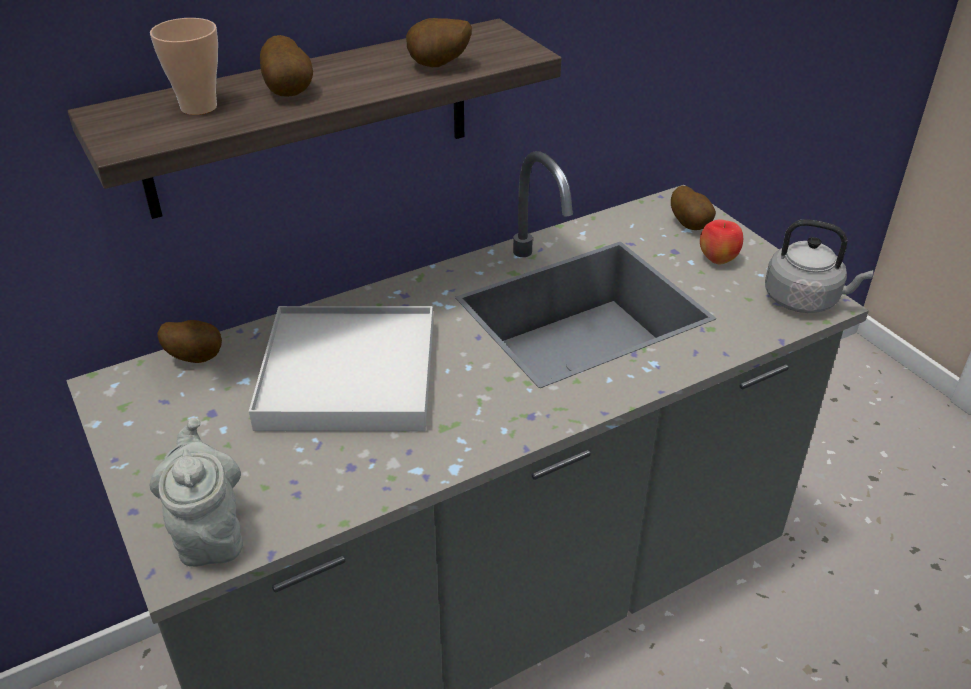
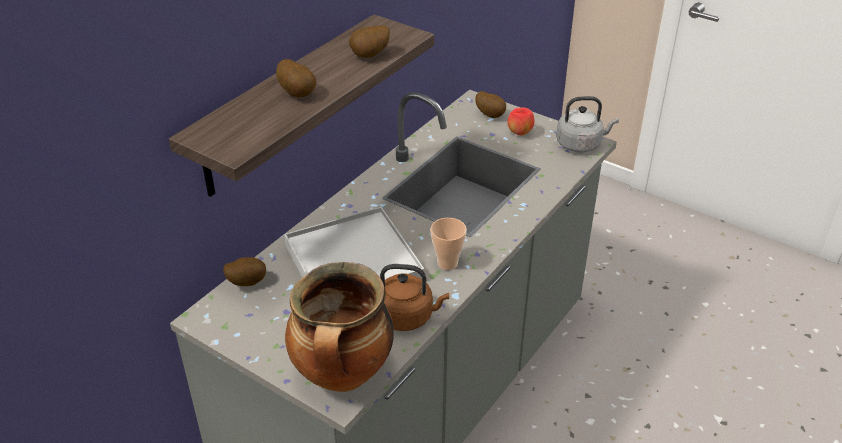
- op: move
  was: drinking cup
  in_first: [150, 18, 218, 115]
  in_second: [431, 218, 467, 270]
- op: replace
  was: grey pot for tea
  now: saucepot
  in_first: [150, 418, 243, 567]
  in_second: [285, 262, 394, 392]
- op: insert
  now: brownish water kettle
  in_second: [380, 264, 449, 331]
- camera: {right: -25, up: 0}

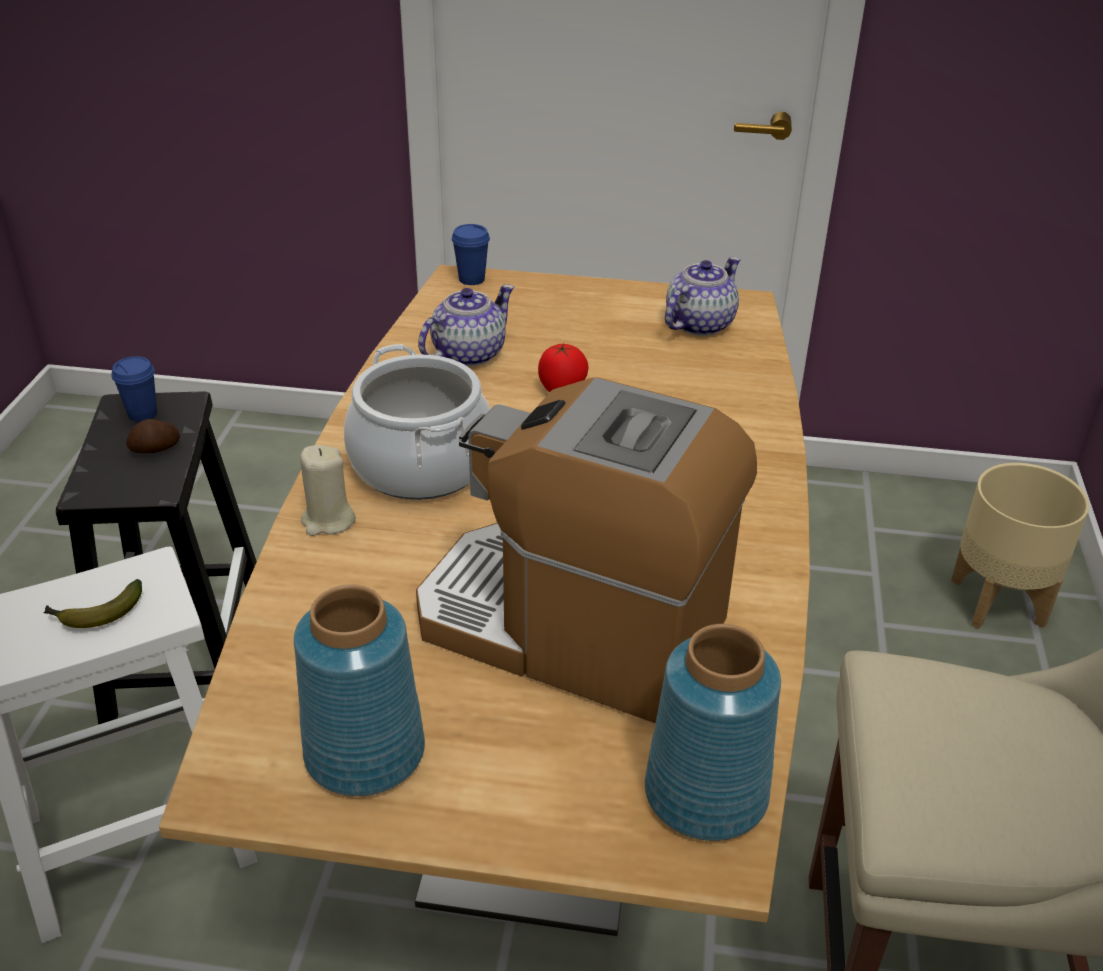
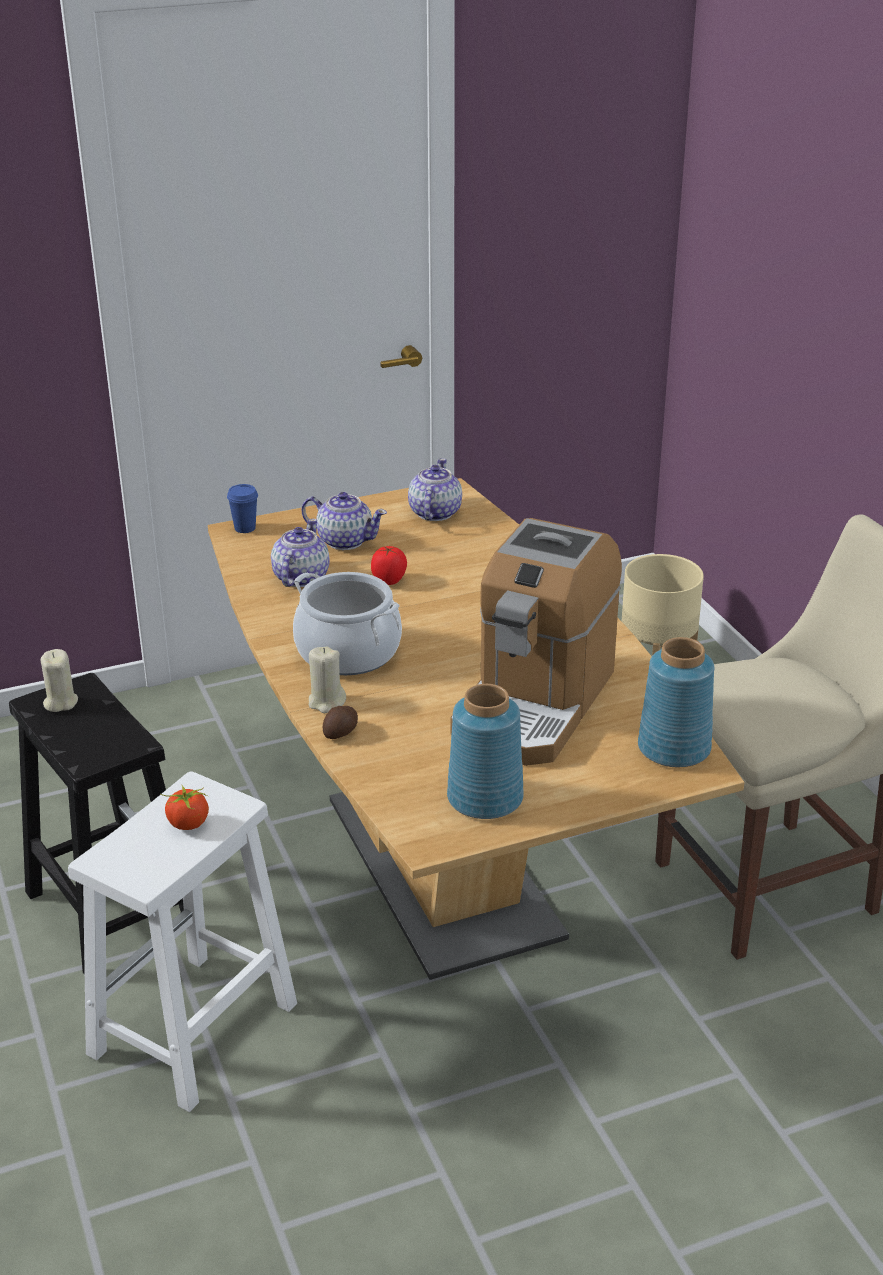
- op: replace
  was: blue drinking cup
  now: beige wax light
  in_first: [111, 356, 157, 422]
  in_second: [40, 649, 78, 712]
- op: rotate
  was: coffee maker
  in_first: [416, 377, 757, 724]
  in_second: [450, 518, 622, 766]
  clockwise: -60
- op: move
  was: potato
  in_first: [126, 419, 180, 453]
  in_second: [323, 706, 358, 739]
- op: replace
  was: whole banana
  now: whole tomato
  in_first: [43, 579, 142, 628]
  in_second: [161, 785, 209, 830]
- op: insert
  now: pot for tea
  in_second: [301, 492, 387, 550]
- camera: {right: -30, up: -5}

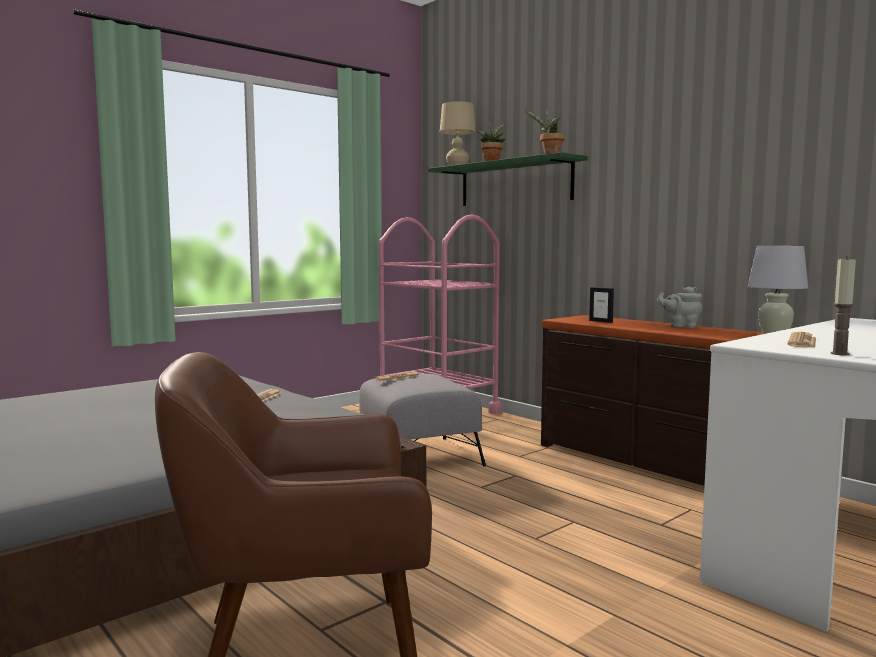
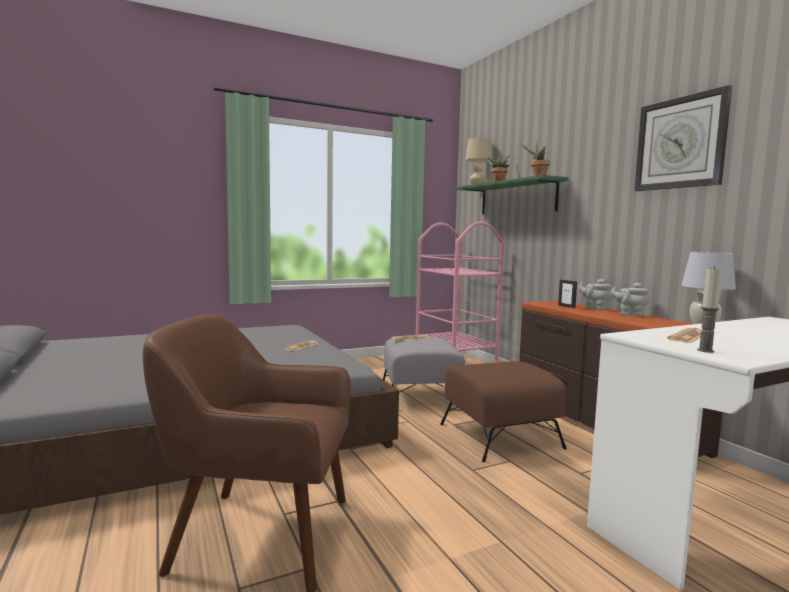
- op: insert
  now: wall clock
  in_second: [634, 85, 732, 191]
- op: insert
  now: grey pot for tea
  in_second: [578, 279, 611, 310]
- op: insert
  now: brownish pouffe
  in_second: [440, 361, 567, 462]
- camera: {right: 15, up: 0}

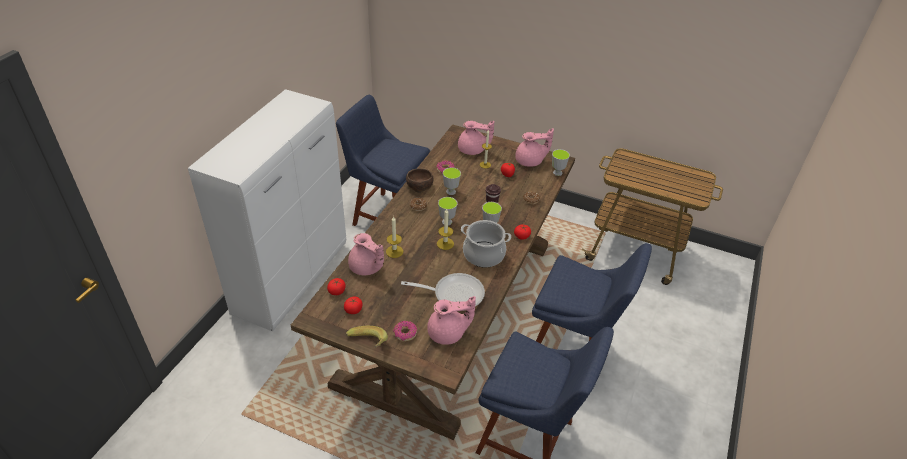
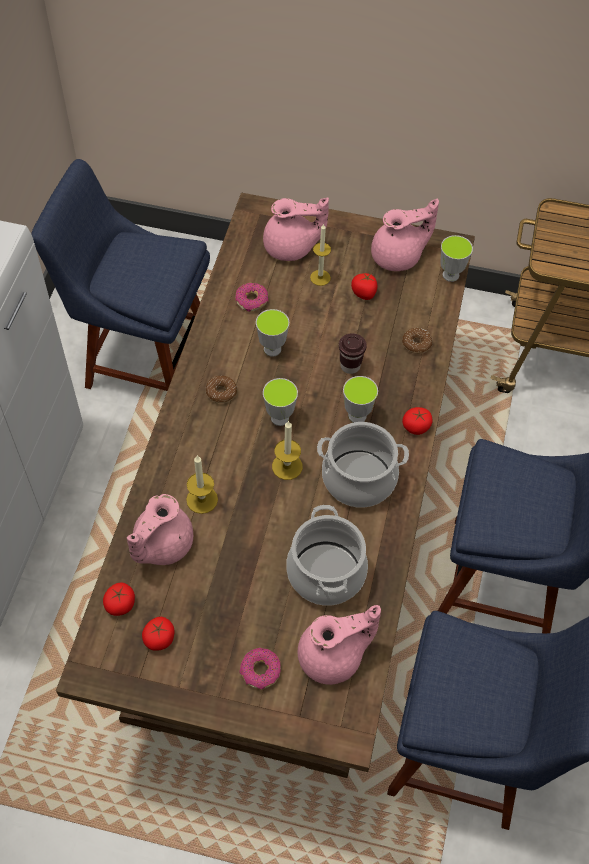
- op: delete
  was: brownish bowl
  in_first: [406, 168, 434, 193]
- op: rotate
  was: pink-coloured pot for tea
  in_first: [348, 233, 384, 275]
  in_second: [127, 494, 193, 565]
  clockwise: 90
- op: replace
  was: pan
  now: saucepot
  in_first: [401, 273, 485, 311]
  in_second: [286, 505, 368, 606]
- op: delete
  was: whole banana
  in_first: [346, 326, 388, 348]
- camera: {right: -10, up: 15}

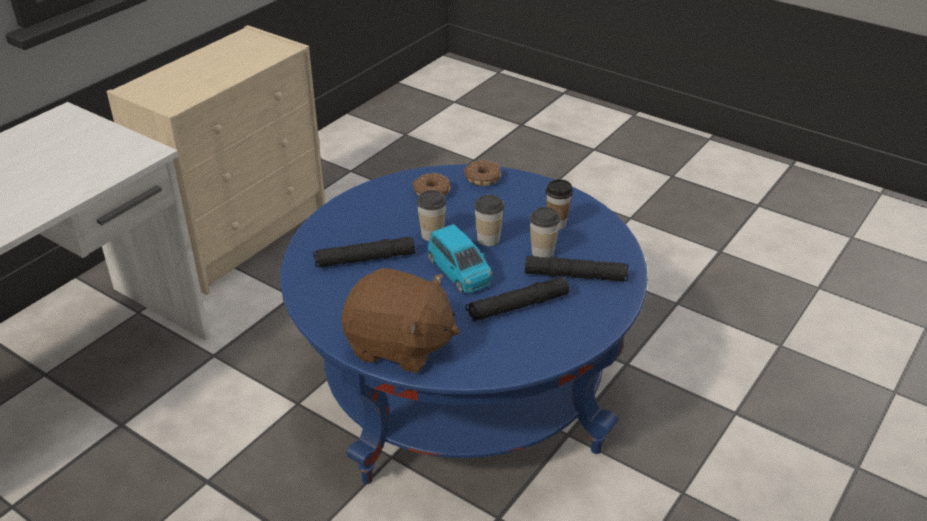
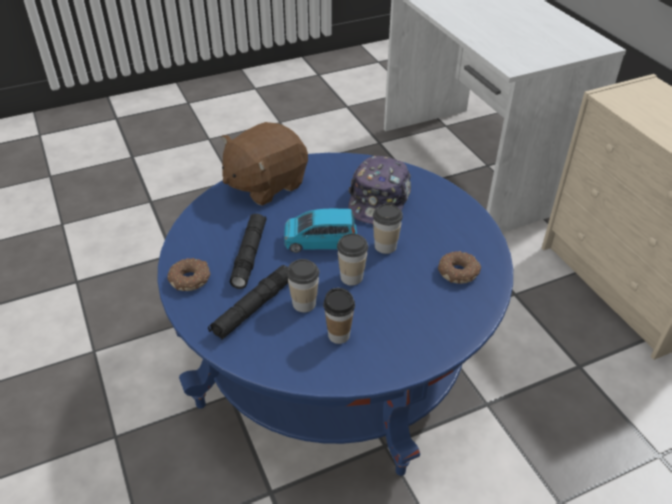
- op: move
  was: ring doughnut
  in_first: [464, 160, 502, 186]
  in_second: [167, 258, 210, 291]
- op: replace
  was: black torch
  now: baseball cap
  in_first: [313, 237, 415, 267]
  in_second: [348, 156, 411, 224]
- camera: {right: 120, up: 5}

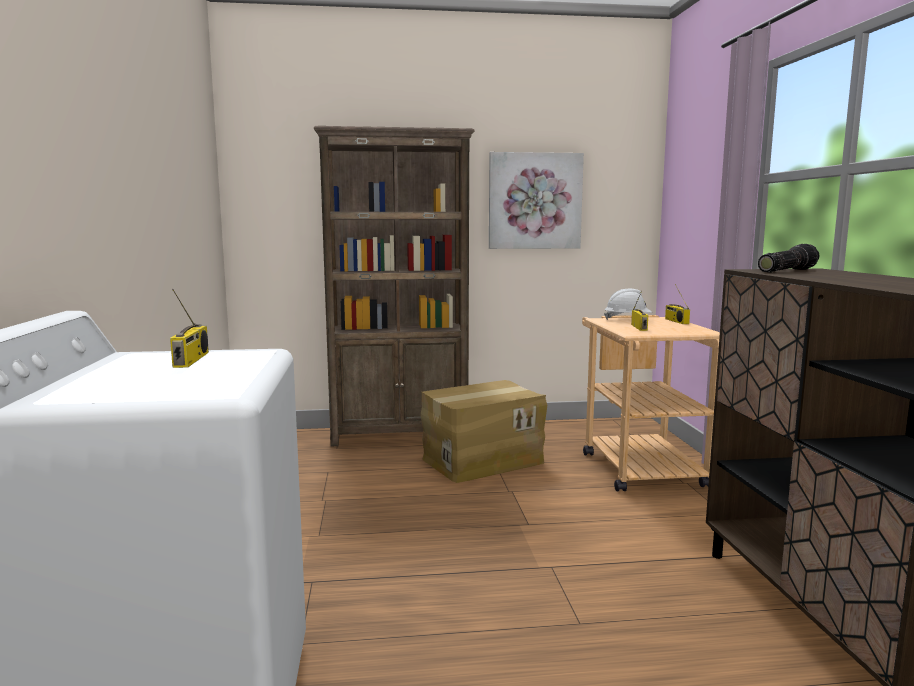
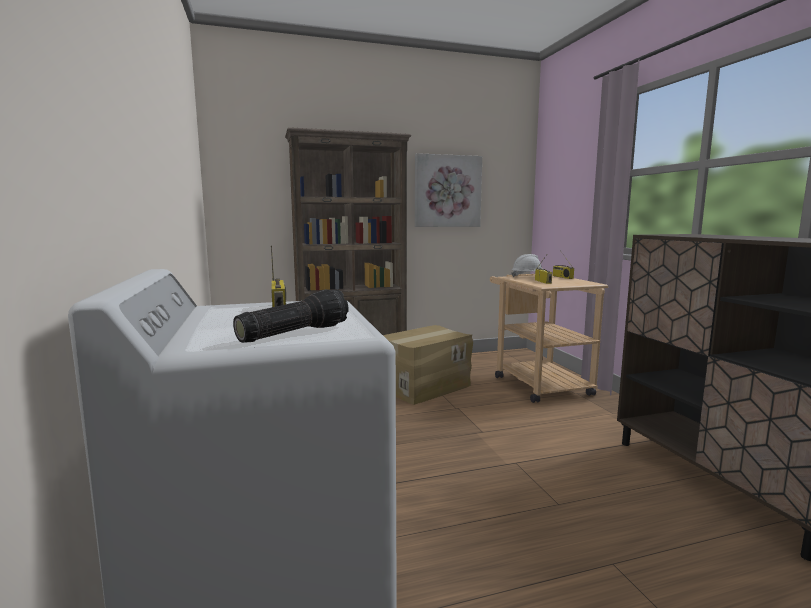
- op: move
  was: torch
  in_first: [758, 244, 819, 273]
  in_second: [233, 289, 349, 343]
- camera: {right: -10, up: 0}

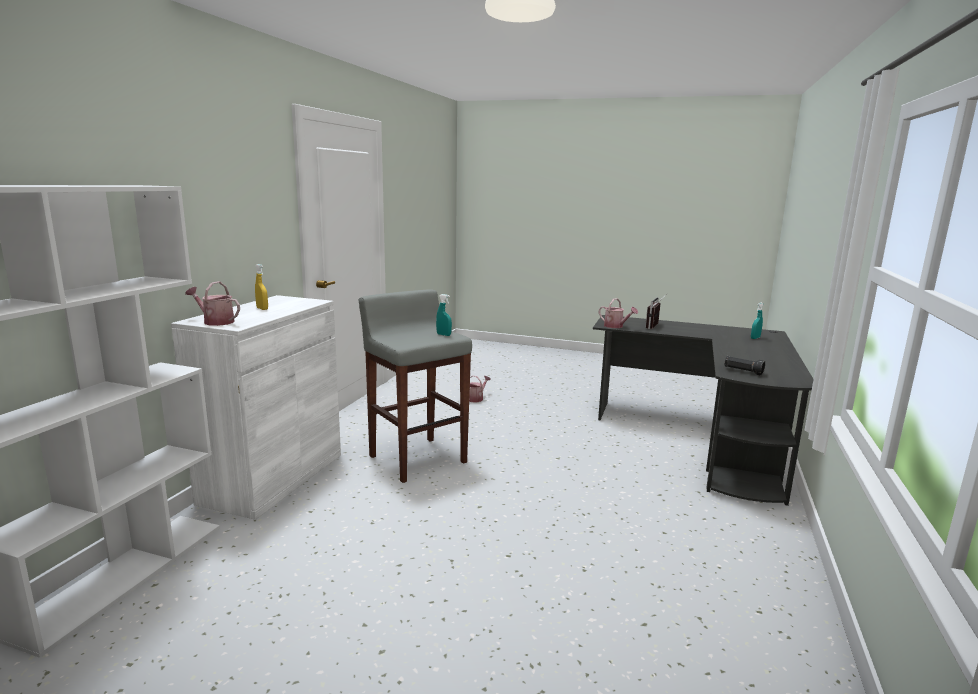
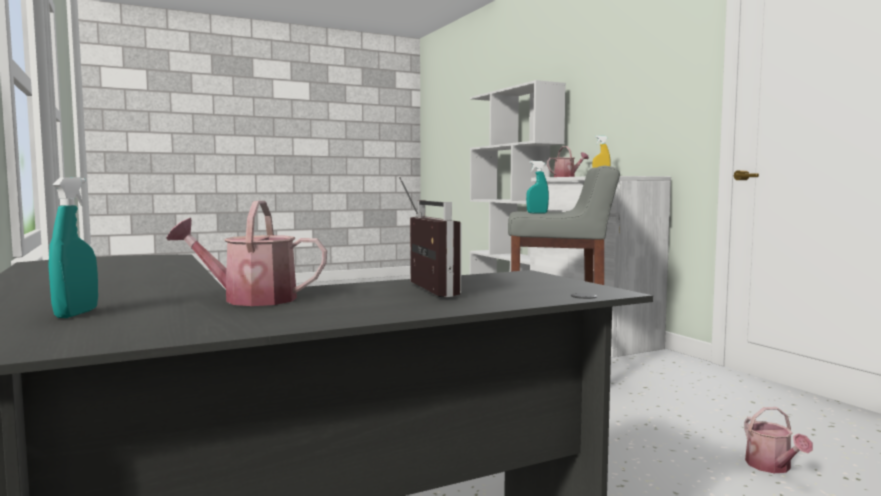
- op: move
  was: watering pot
  in_first: [599, 298, 638, 328]
  in_second: [167, 201, 327, 306]
- op: delete
  was: black torch
  in_first: [724, 356, 765, 376]
- camera: {right: 135, up: -10}

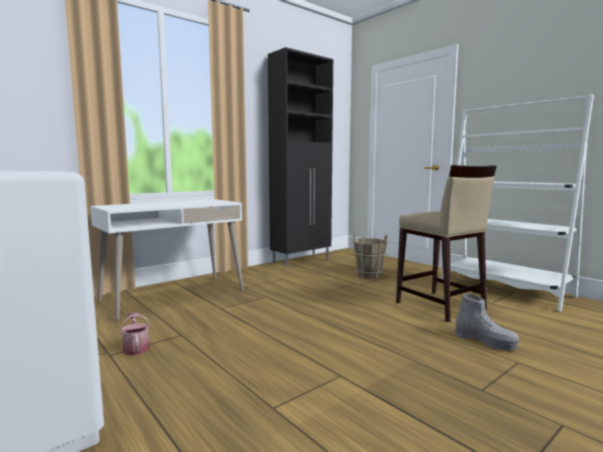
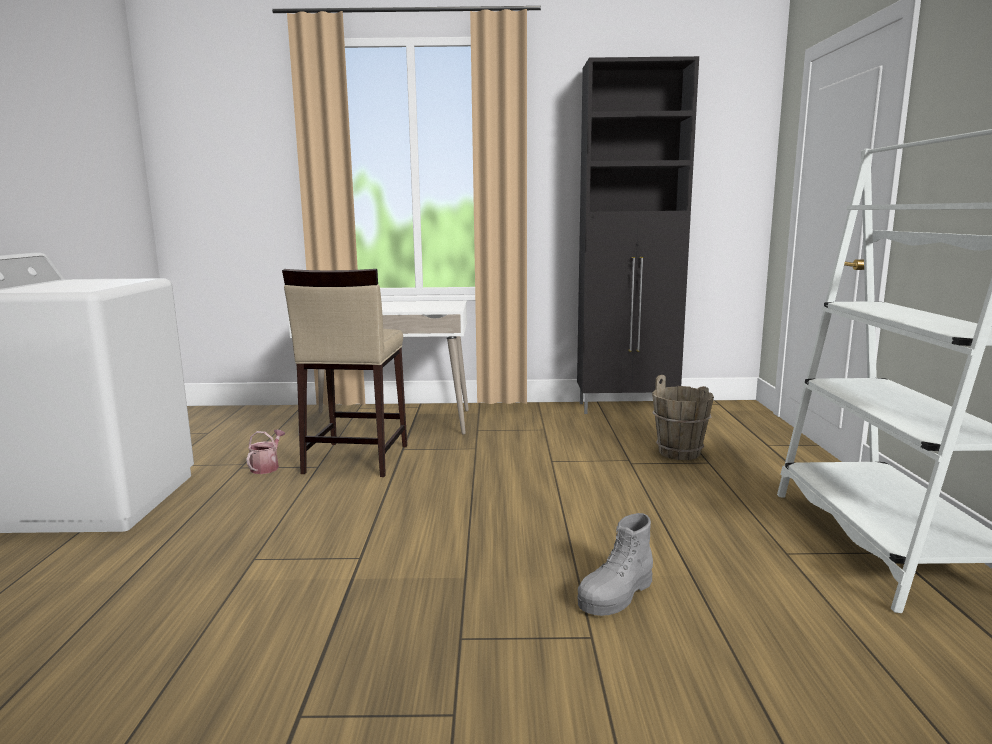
- op: move
  was: beige stool
  in_first: [396, 165, 497, 322]
  in_second: [282, 269, 407, 477]
- op: rotate
  was: grey high-top boot
  in_first: [455, 293, 519, 350]
  in_second: [577, 513, 653, 616]
  clockwise: 45
- camera: {right: 40, up: 5}

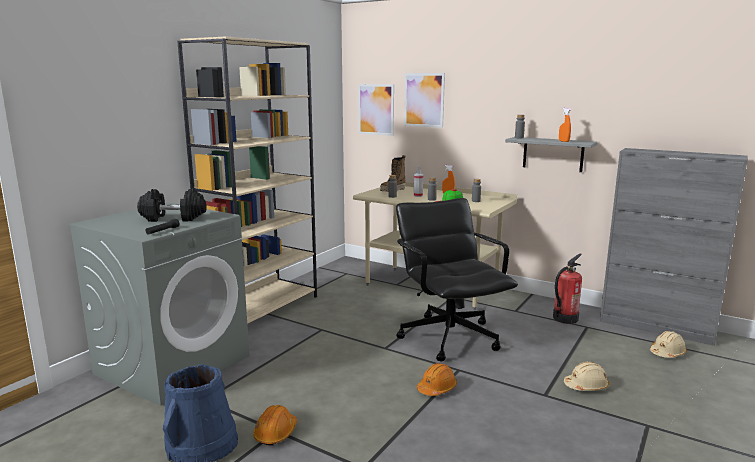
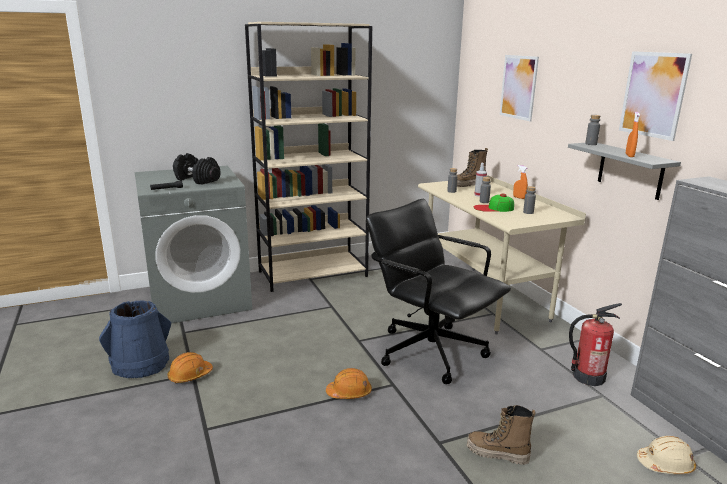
- op: move
  was: wall picture
  in_first: [358, 84, 394, 136]
  in_second: [619, 51, 692, 141]
- op: rotate
  was: black desk chair
  in_first: [396, 198, 518, 362]
  in_second: [366, 199, 511, 384]
  clockwise: -60
- op: replace
  was: beige safety helmet
  now: high-top boot
  in_first: [564, 362, 609, 391]
  in_second: [467, 405, 536, 465]
- camera: {right: 35, up: 5}

